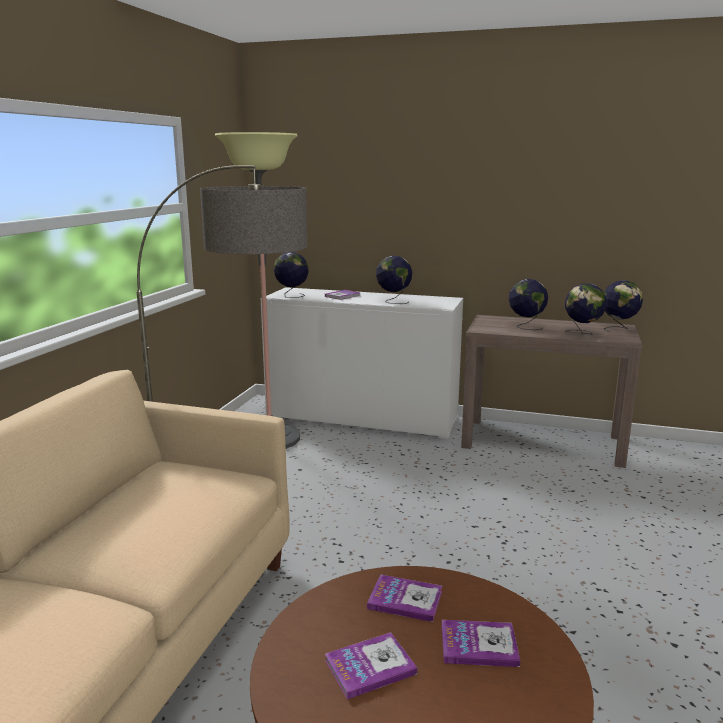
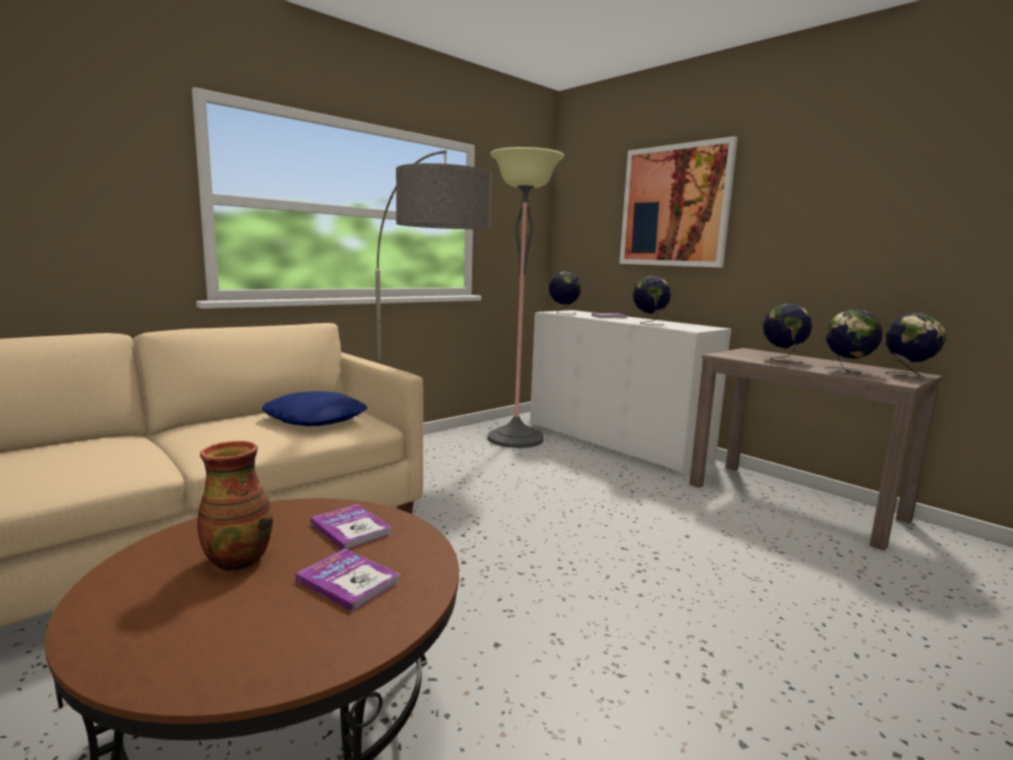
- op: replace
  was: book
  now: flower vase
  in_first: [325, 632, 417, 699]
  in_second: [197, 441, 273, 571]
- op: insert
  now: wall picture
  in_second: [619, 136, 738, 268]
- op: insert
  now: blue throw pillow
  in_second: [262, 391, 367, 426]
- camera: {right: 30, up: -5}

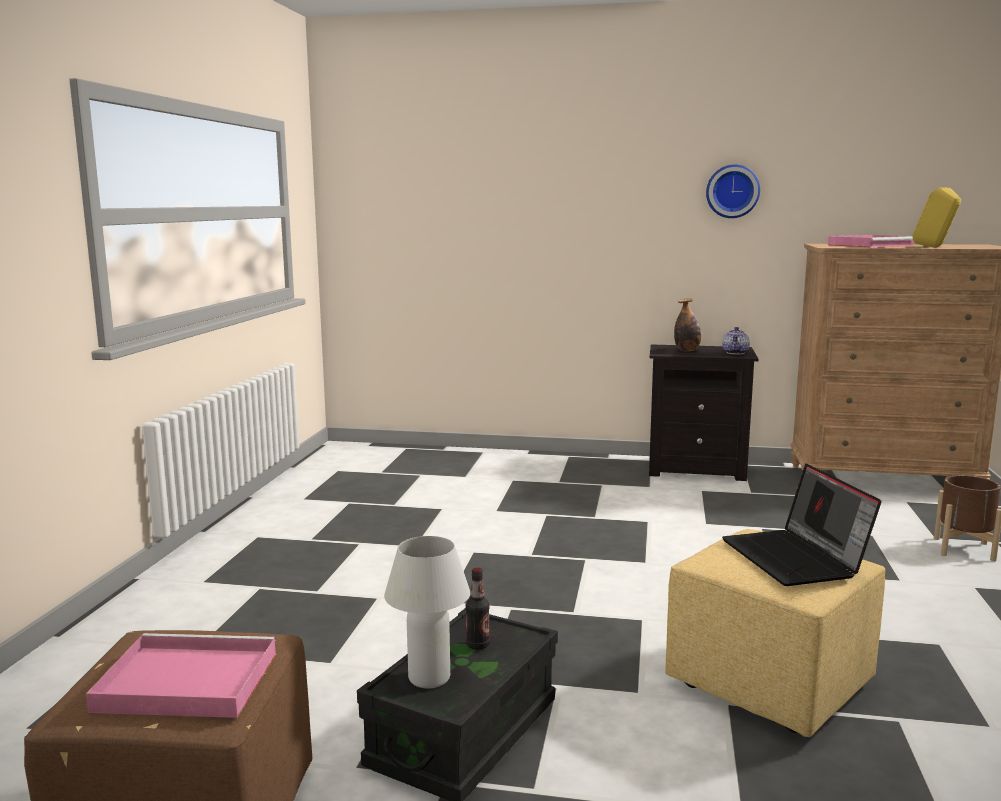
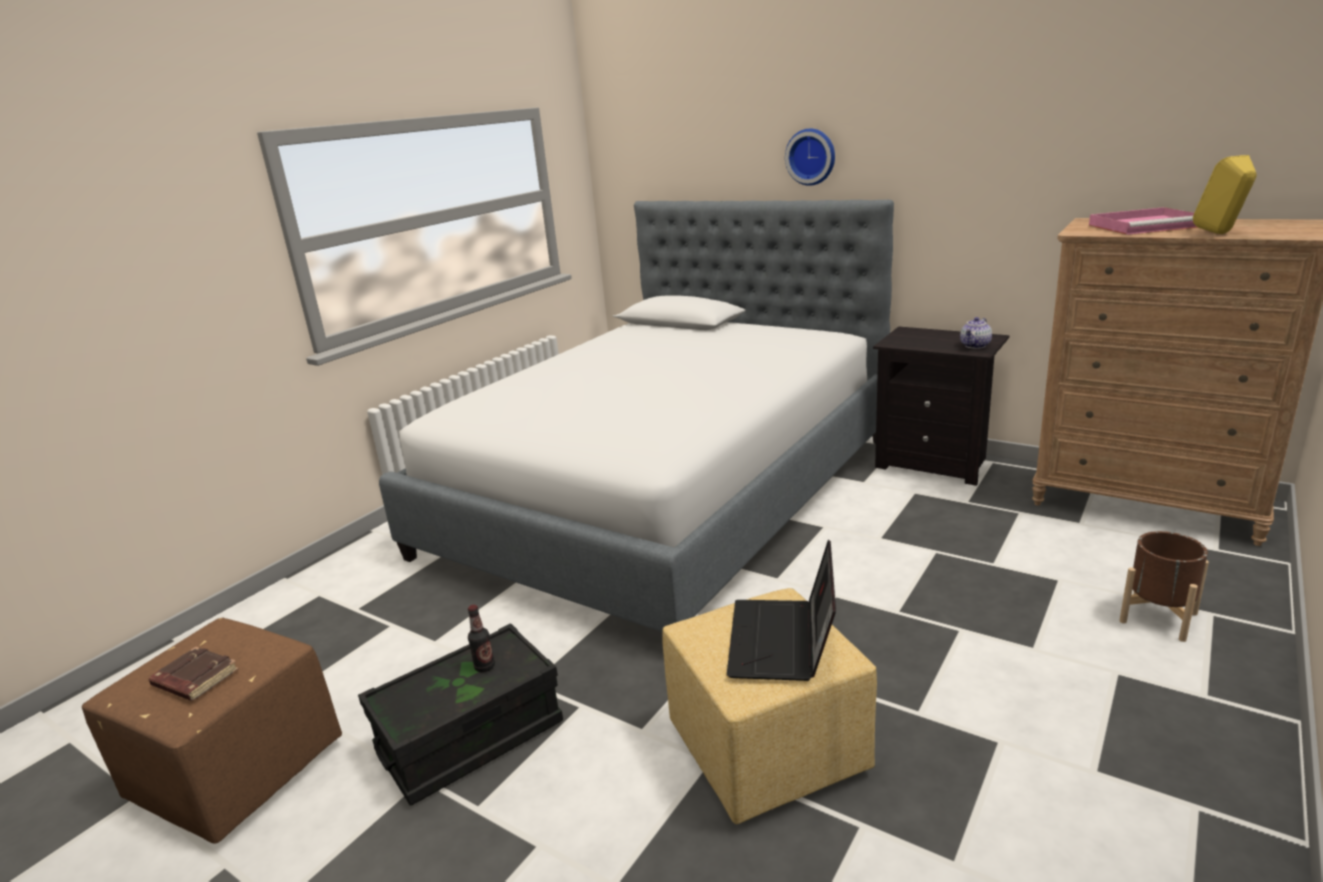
- op: move
  was: wall clock
  in_first: [706, 164, 760, 218]
  in_second: [785, 129, 835, 186]
- op: delete
  was: beverage bottle
  in_first: [674, 298, 701, 351]
- op: delete
  was: white table lamp
  in_first: [384, 536, 470, 688]
- op: replace
  was: pink-coloured tray
  now: brownish book
  in_first: [86, 633, 276, 718]
  in_second: [149, 647, 239, 701]
- op: insert
  now: sleeping bed
  in_second: [379, 200, 894, 632]
- camera: {right: 25, up: 10}

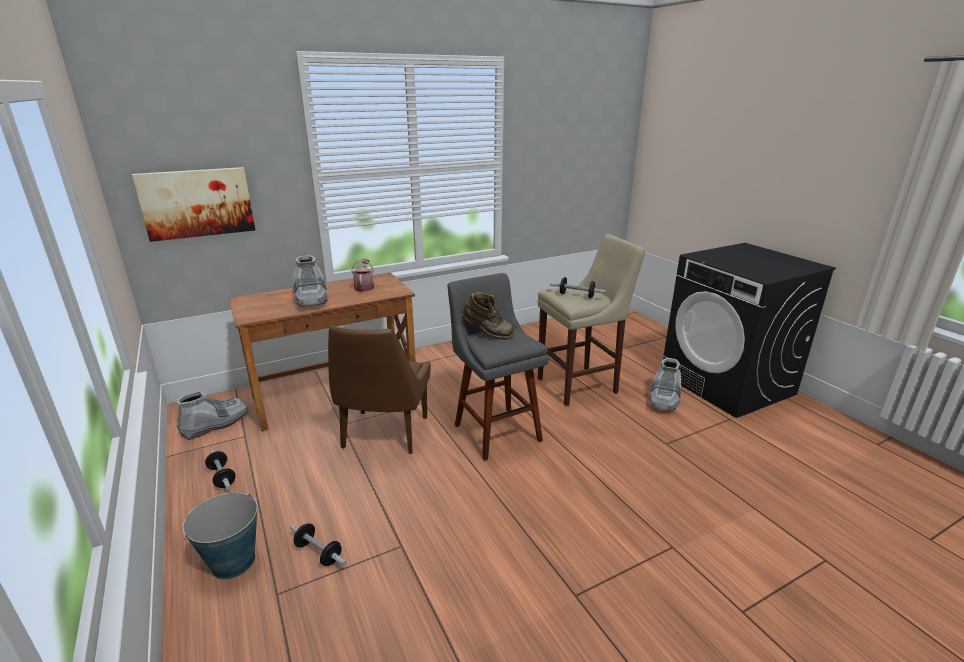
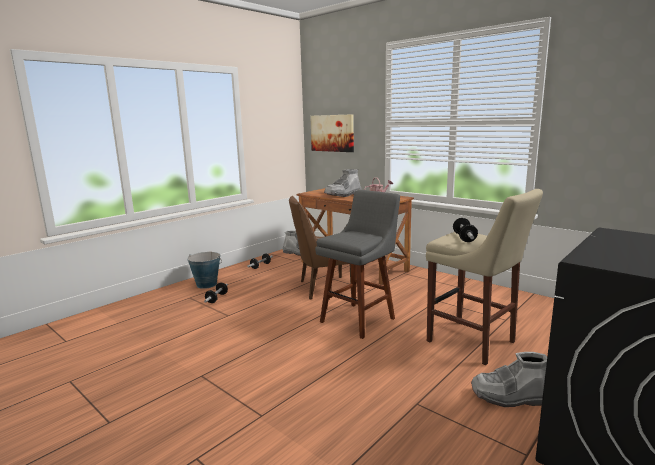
- op: delete
  was: brownish high-top boot
  in_first: [463, 292, 515, 340]
- camera: {right: 70, up: -10}

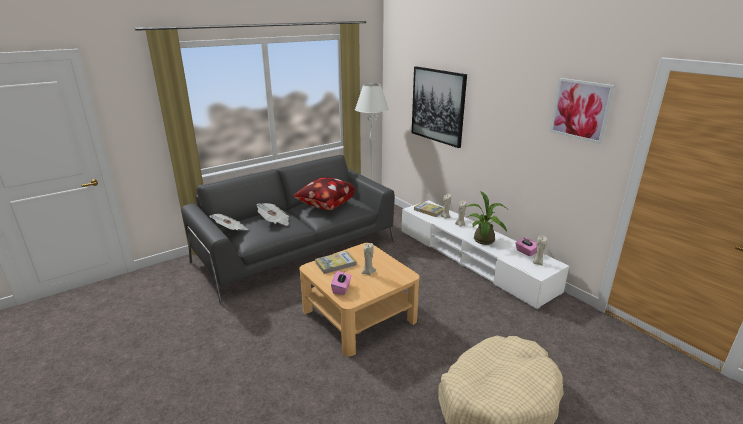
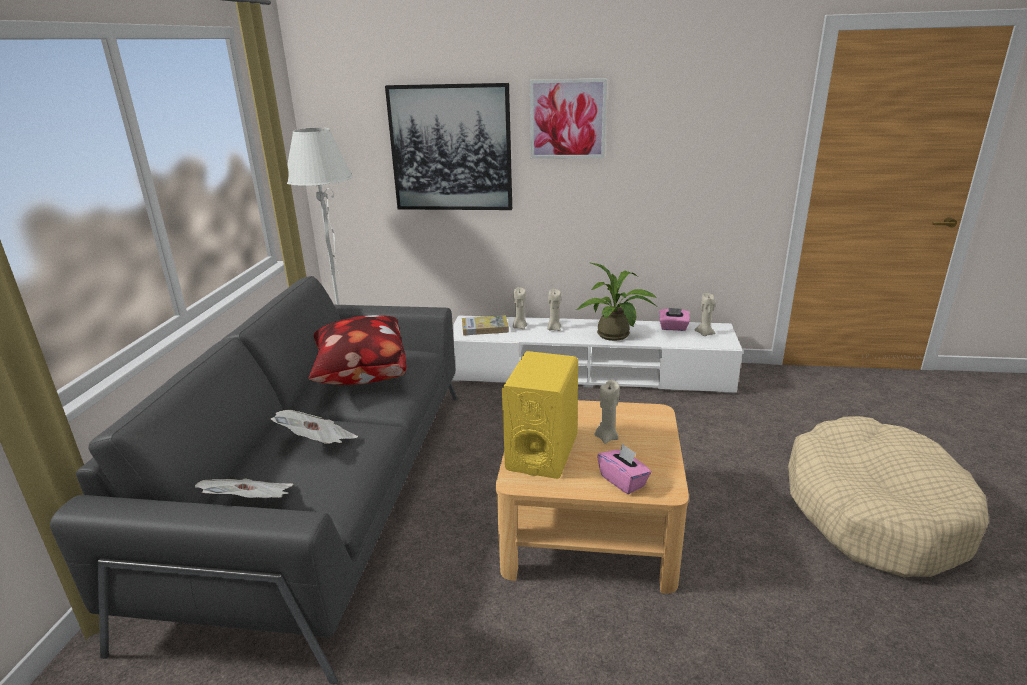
- op: move
  was: wall picture
  in_first: [550, 78, 615, 144]
  in_second: [530, 78, 607, 159]
- op: replace
  was: book
  now: yellow loudspeaker
  in_first: [315, 251, 356, 274]
  in_second: [502, 351, 578, 479]
- camera: {right: -45, up: 0}

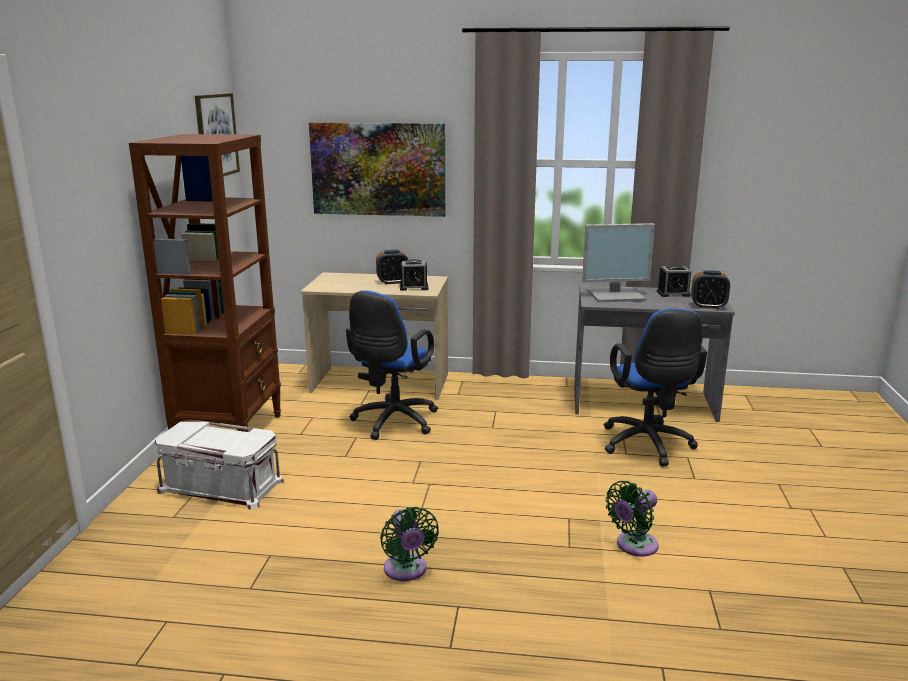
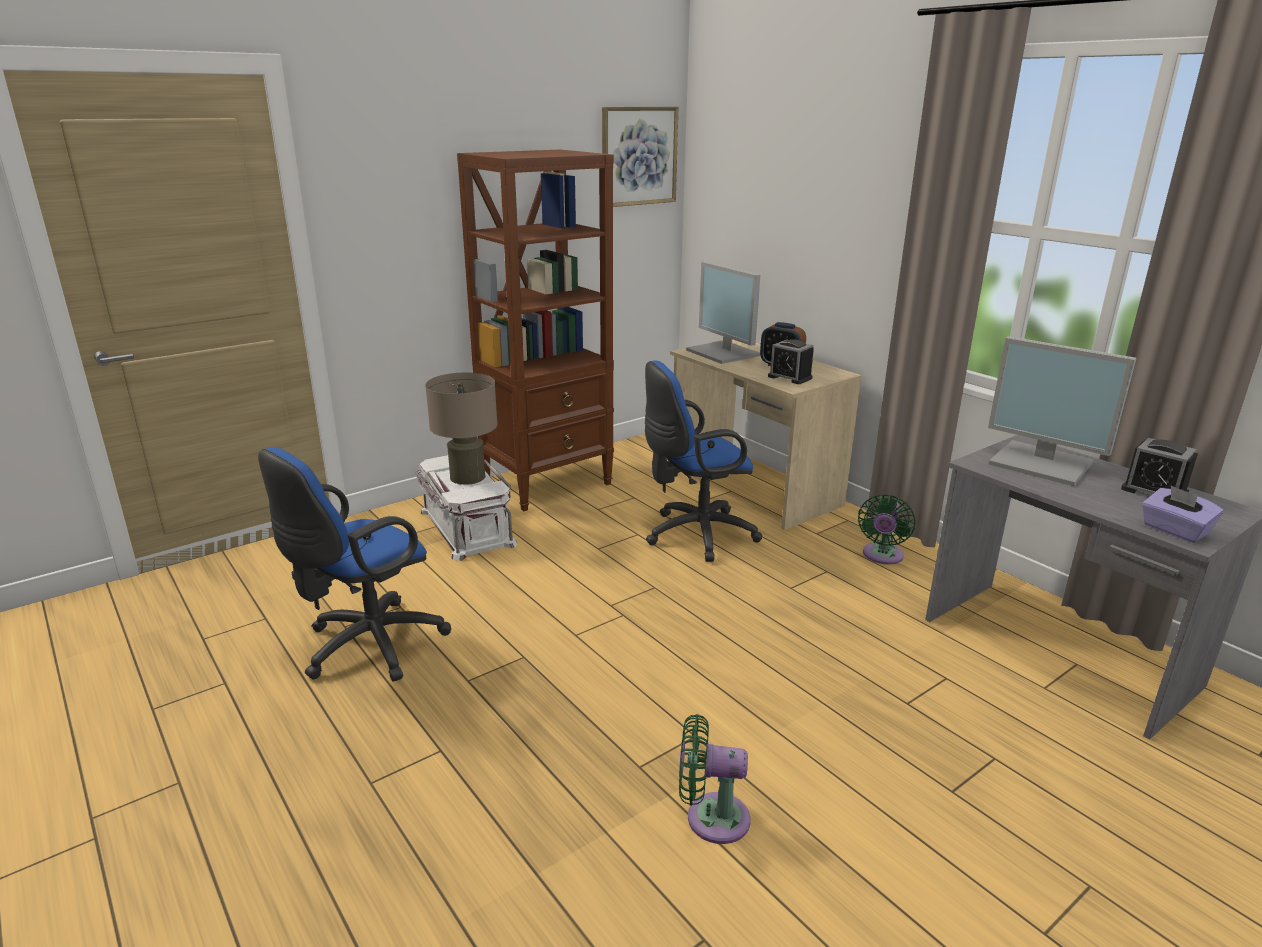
- op: delete
  was: wall picture
  in_first: [309, 122, 445, 217]
- op: replace
  was: alarm clock
  now: purple-coloured tissue box
  in_first: [691, 270, 730, 309]
  in_second: [1142, 486, 1224, 543]
- op: move
  was: blue desk chair
  in_first: [604, 308, 707, 467]
  in_second: [258, 447, 451, 682]
- op: move
  was: green-coloured fan
  in_first: [380, 507, 439, 581]
  in_second: [858, 494, 916, 564]
- op: insert
  now: computer screen
  in_second: [686, 261, 761, 364]
- op: insert
  now: beige table lamp
  in_second: [425, 372, 497, 485]
- camera: {right: 45, up: 5}

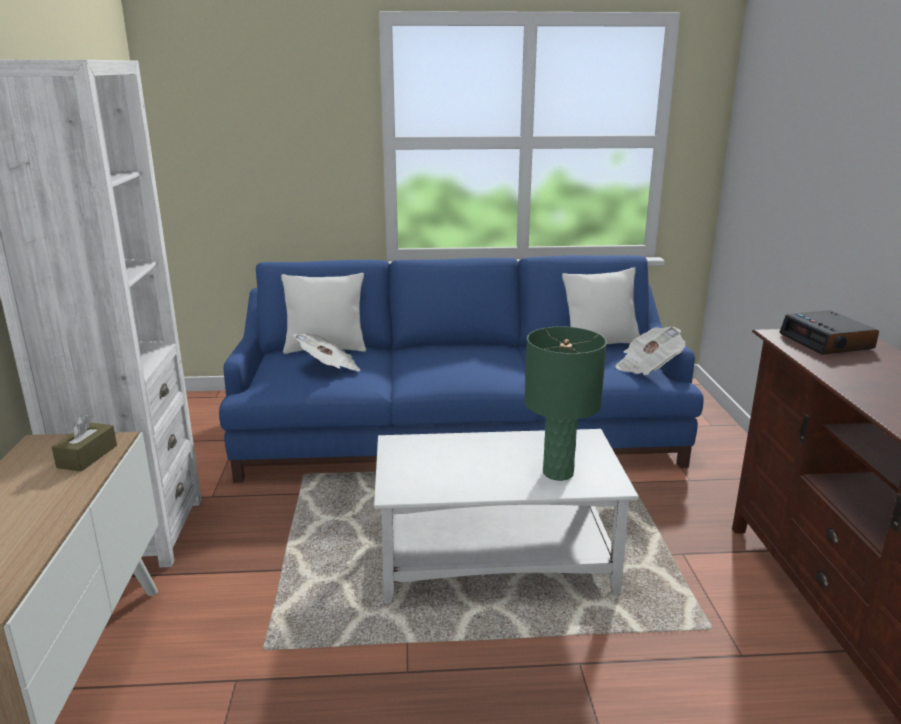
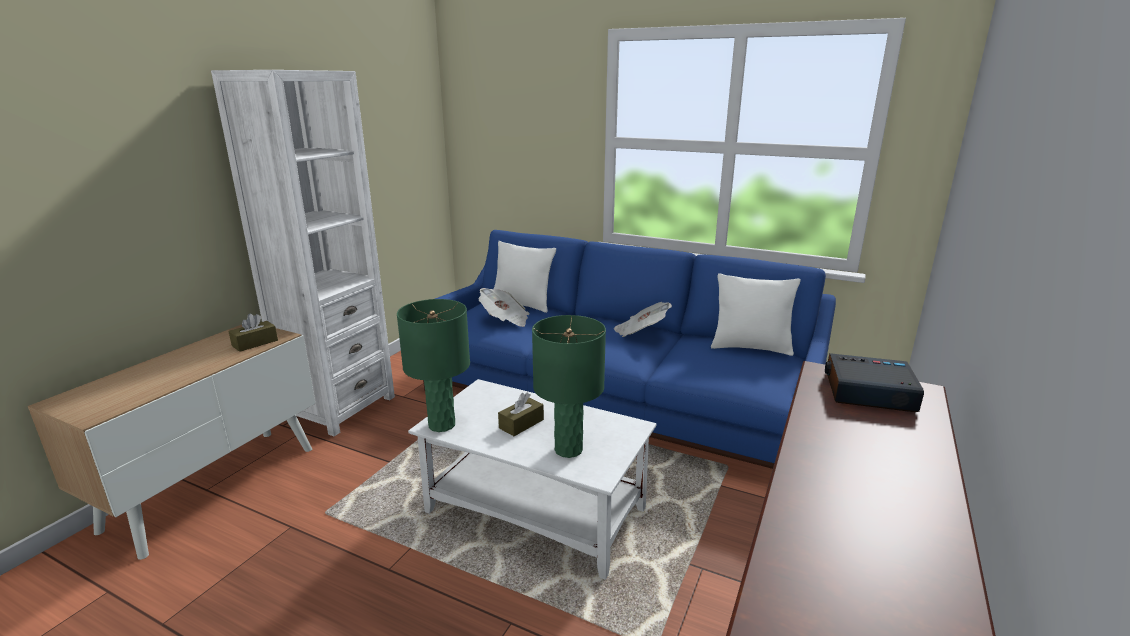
- op: rotate
  was: alarm clock
  in_first: [780, 310, 879, 355]
  in_second: [825, 353, 924, 412]
  clockwise: 90
- op: move
  was: printed paper
  in_first: [615, 327, 686, 375]
  in_second: [614, 302, 672, 337]
- op: insert
  now: green-coloured table lamp
  in_second: [397, 299, 470, 432]
- op: insert
  now: brownish tissue box
  in_second: [498, 392, 544, 436]
- camera: {right: 30, up: 0}

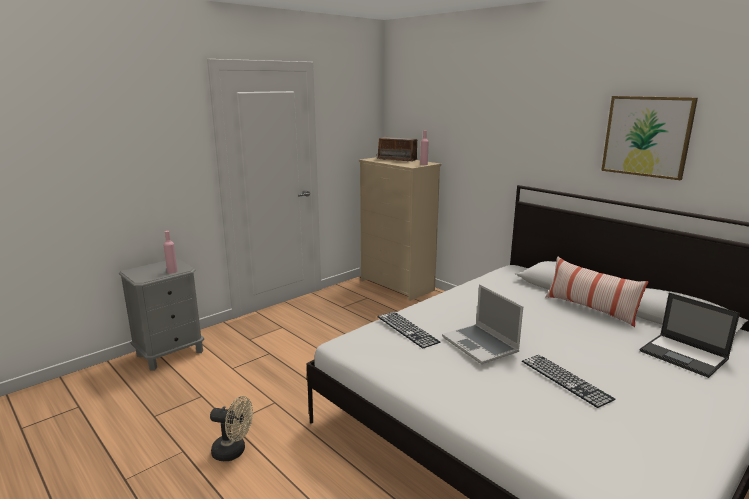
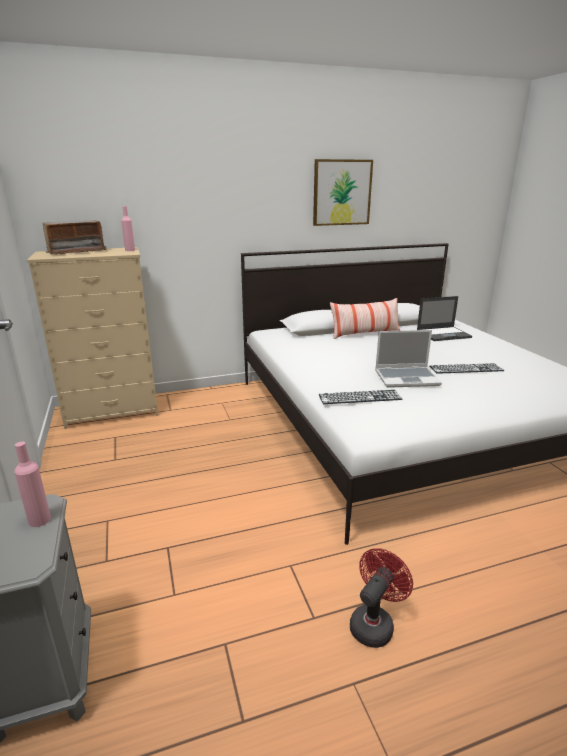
- op: recolor
  was: beige fan
  now: red-coloured fan
  in_first: [210, 396, 253, 461]
  in_second: [350, 548, 413, 648]
- camera: {right: -65, up: 5}

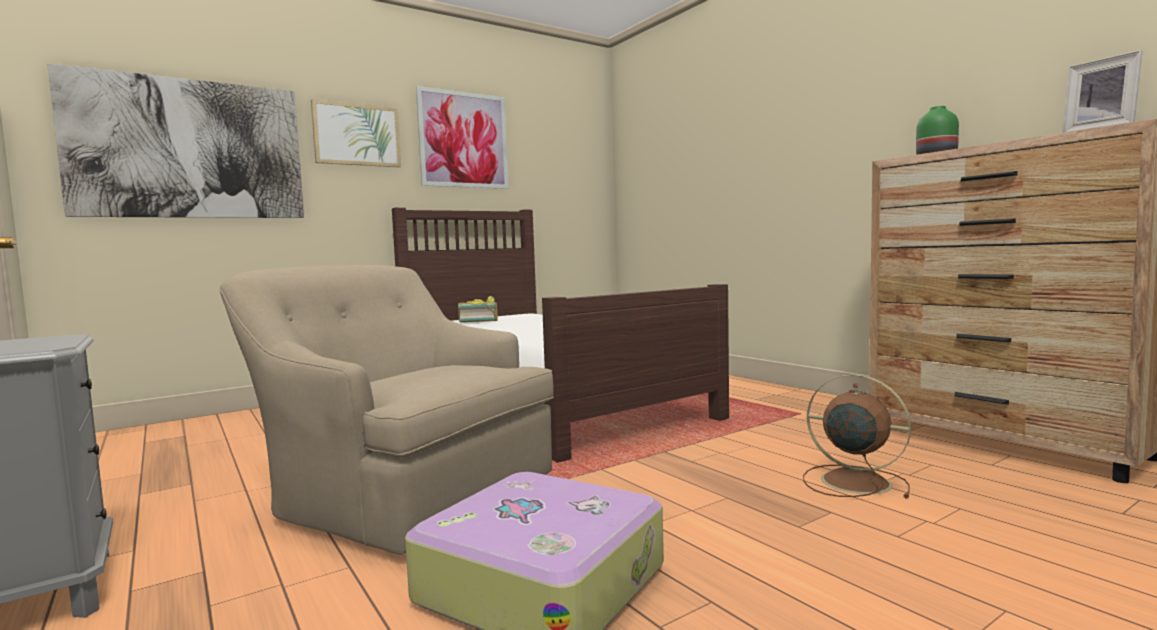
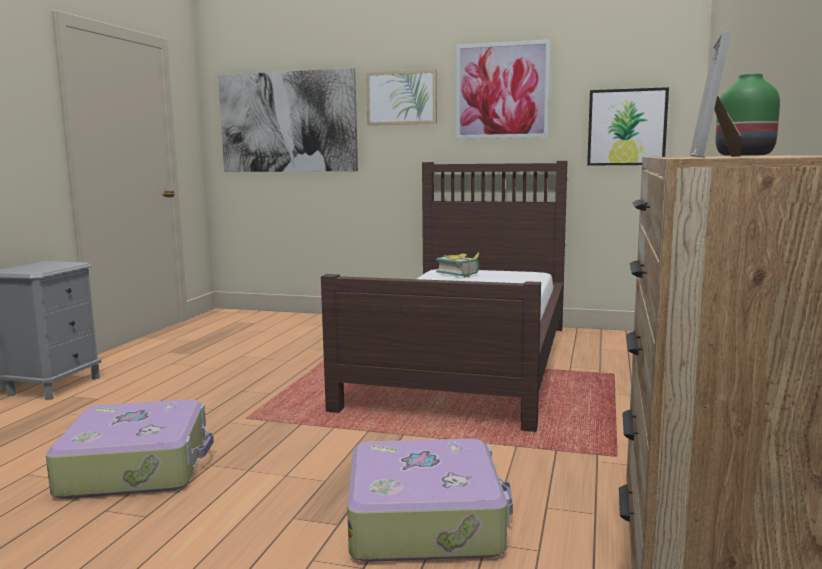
- op: delete
  was: beige easy chair
  in_first: [219, 265, 554, 555]
- op: replace
  was: brownish fan
  now: travel case
  in_first: [803, 374, 911, 498]
  in_second: [347, 439, 513, 562]
- op: insert
  now: wall picture
  in_second: [587, 87, 669, 166]
- camera: {right: 50, up: 5}

